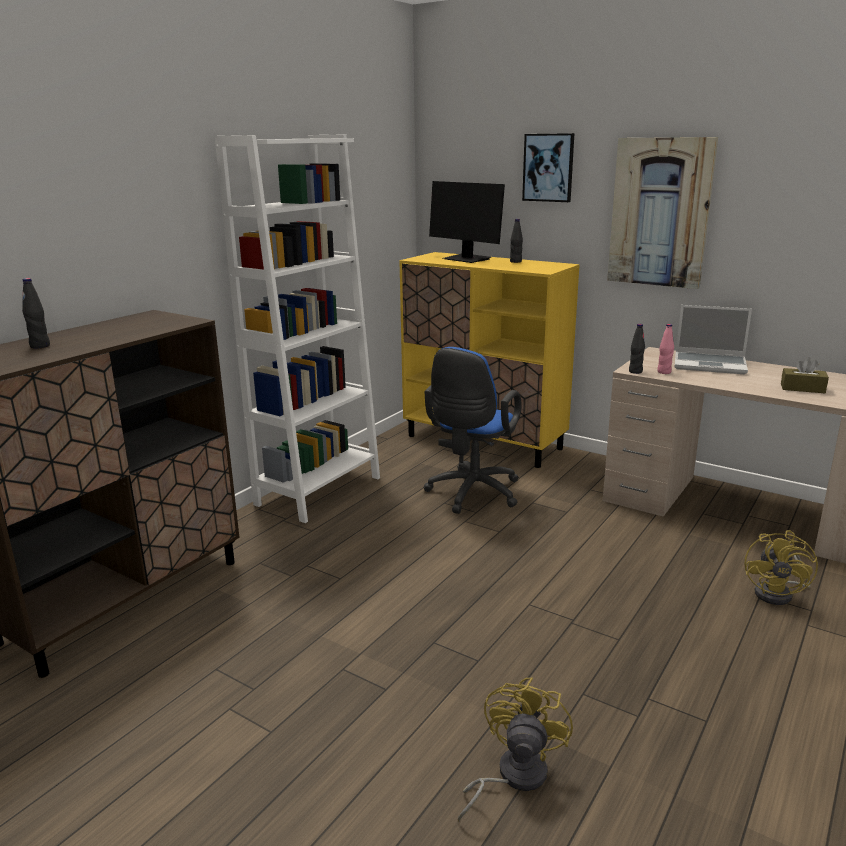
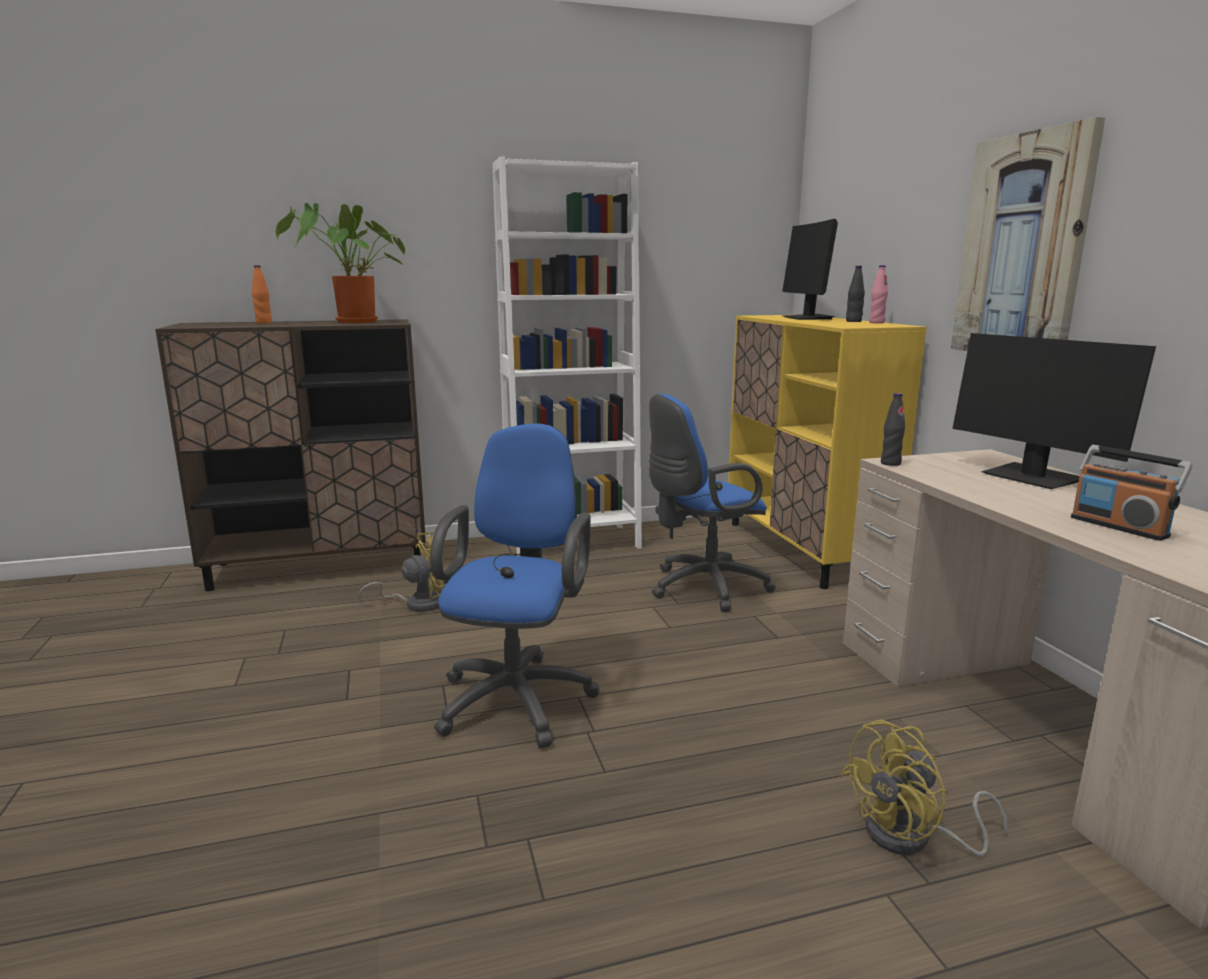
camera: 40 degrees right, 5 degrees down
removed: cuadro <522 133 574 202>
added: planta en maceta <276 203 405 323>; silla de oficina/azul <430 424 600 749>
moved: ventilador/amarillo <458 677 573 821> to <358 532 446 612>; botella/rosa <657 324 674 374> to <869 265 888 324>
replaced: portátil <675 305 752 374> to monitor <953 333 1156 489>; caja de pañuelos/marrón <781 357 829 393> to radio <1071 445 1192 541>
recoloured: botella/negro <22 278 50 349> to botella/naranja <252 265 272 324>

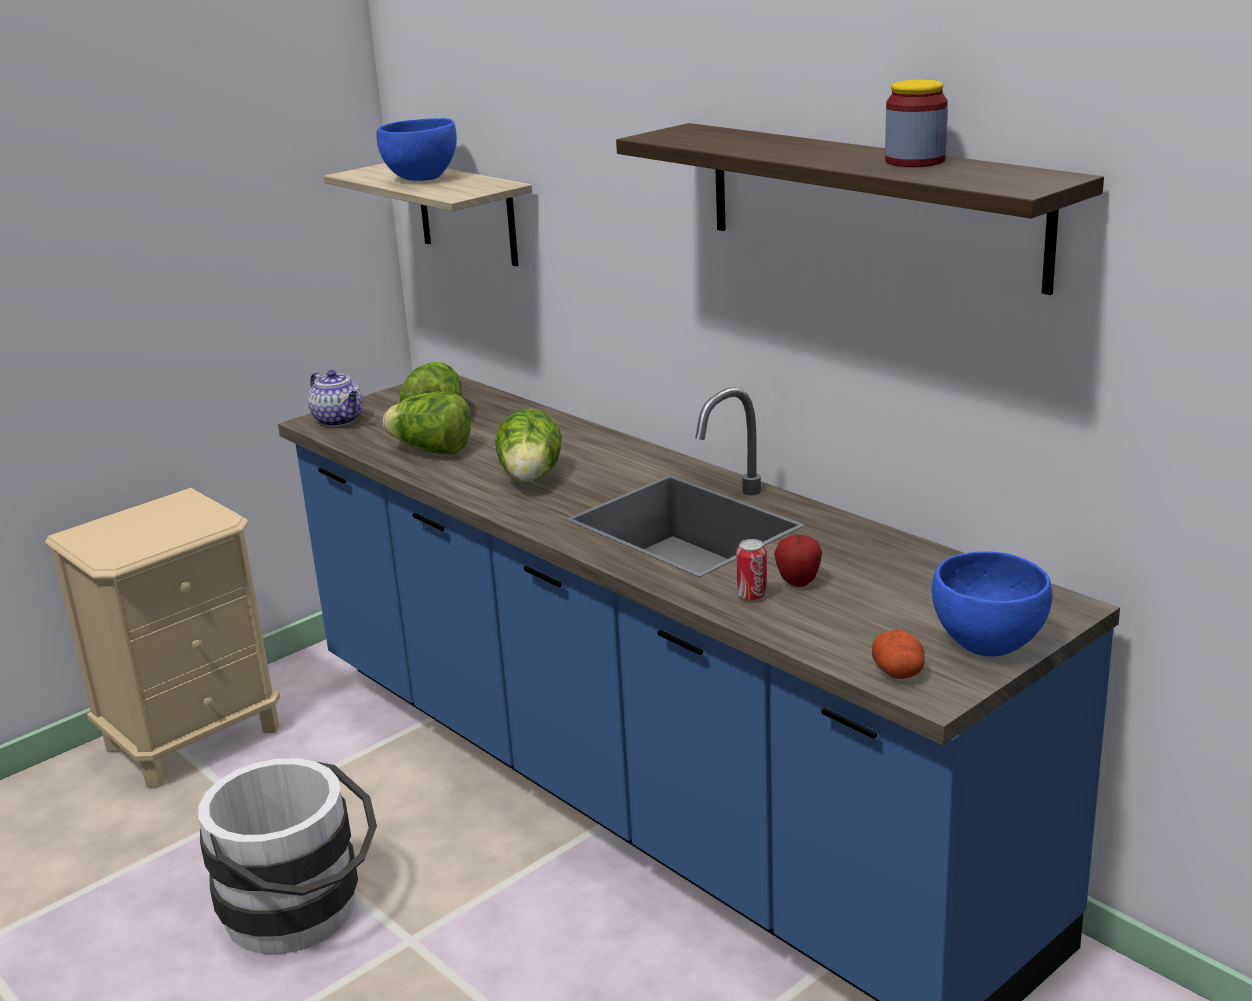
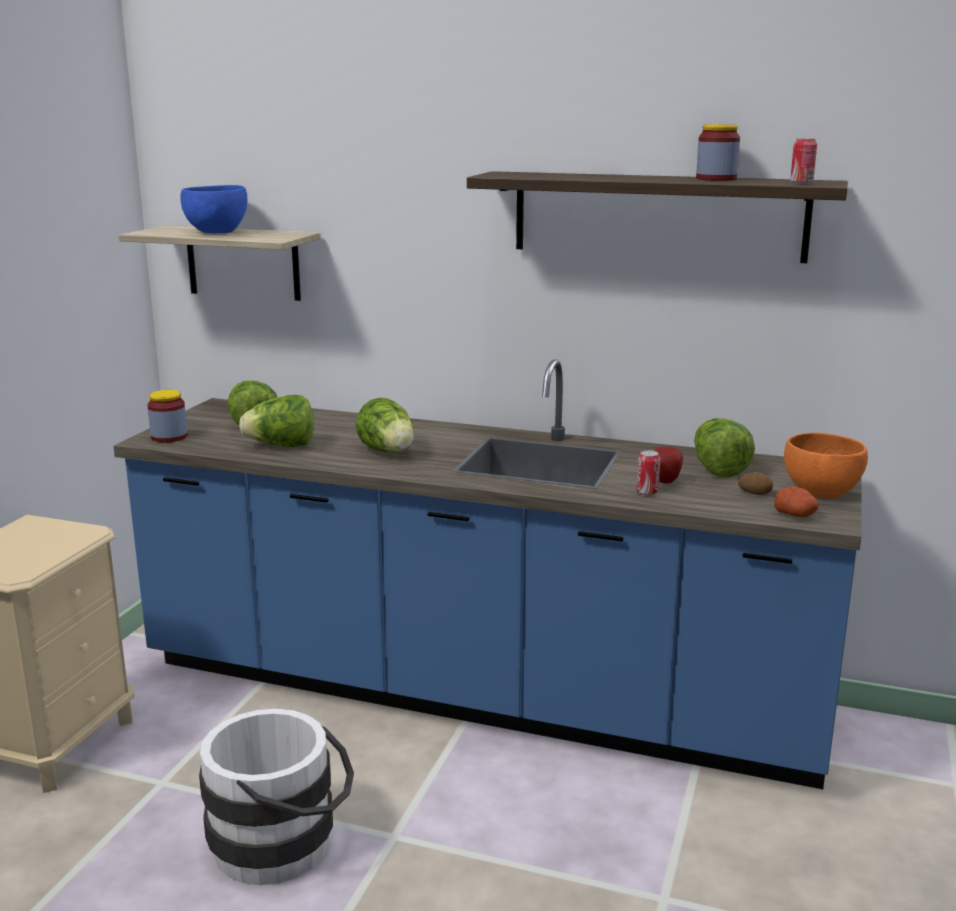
camera: 30 degrees left, 5 degrees down
added: lechuga <694 418 755 477>; patata <738 472 773 495>; lata <790 138 817 184>
replaced: tetera <308 370 363 427> to tarro <147 390 187 443>
recoloured: cuenco/azul <932 551 1052 657> to cuenco/naranja <784 433 868 499>

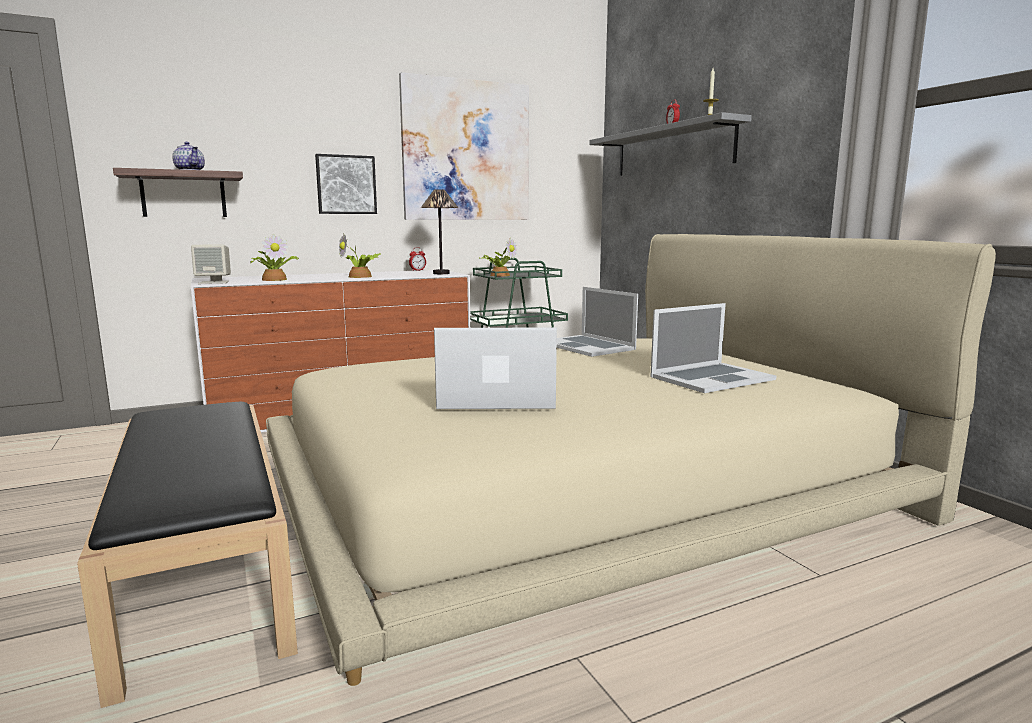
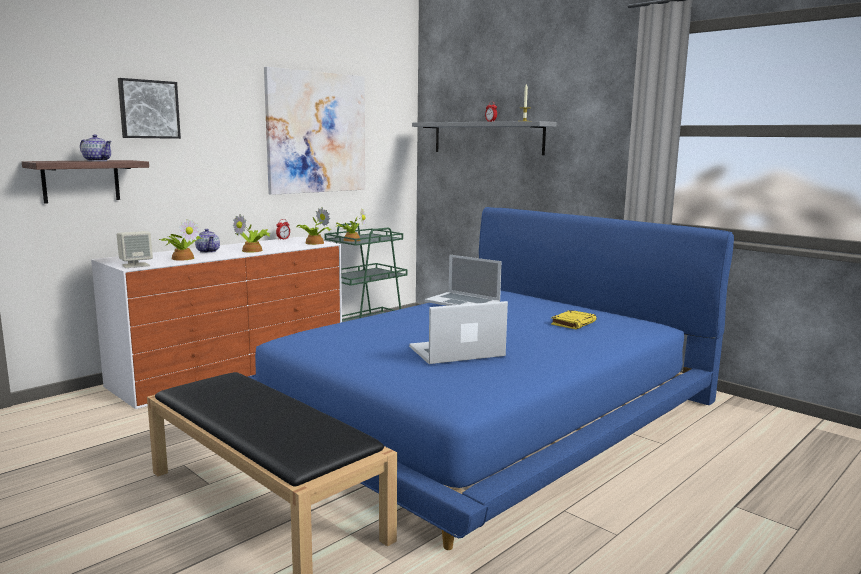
camera: 20 degrees left, 0 degrees up
added: tetera <195 229 220 253>
moved: cuadro <315 154 377 214> to <118 78 181 139>
replaced: lámpara de mesa <421 189 459 274> to planta en maceta <297 208 331 245>; portátil <650 303 776 393> to libro/amarillo <551 310 597 329>
recoloured: cama/beis <266 234 996 686> to cama/azul <248 207 734 550>

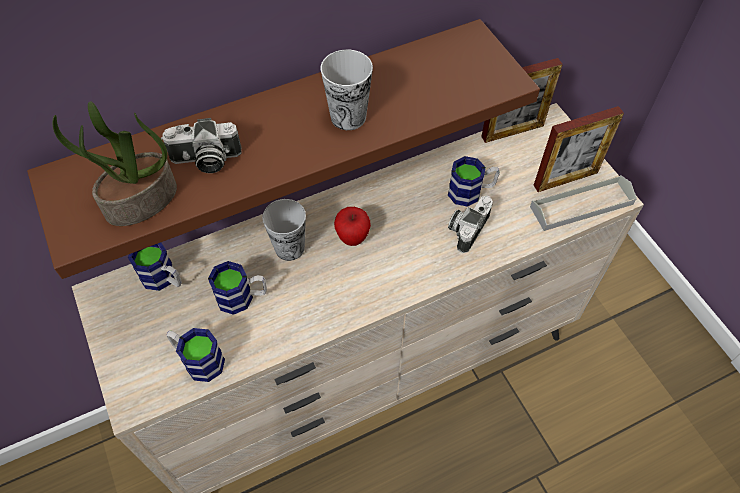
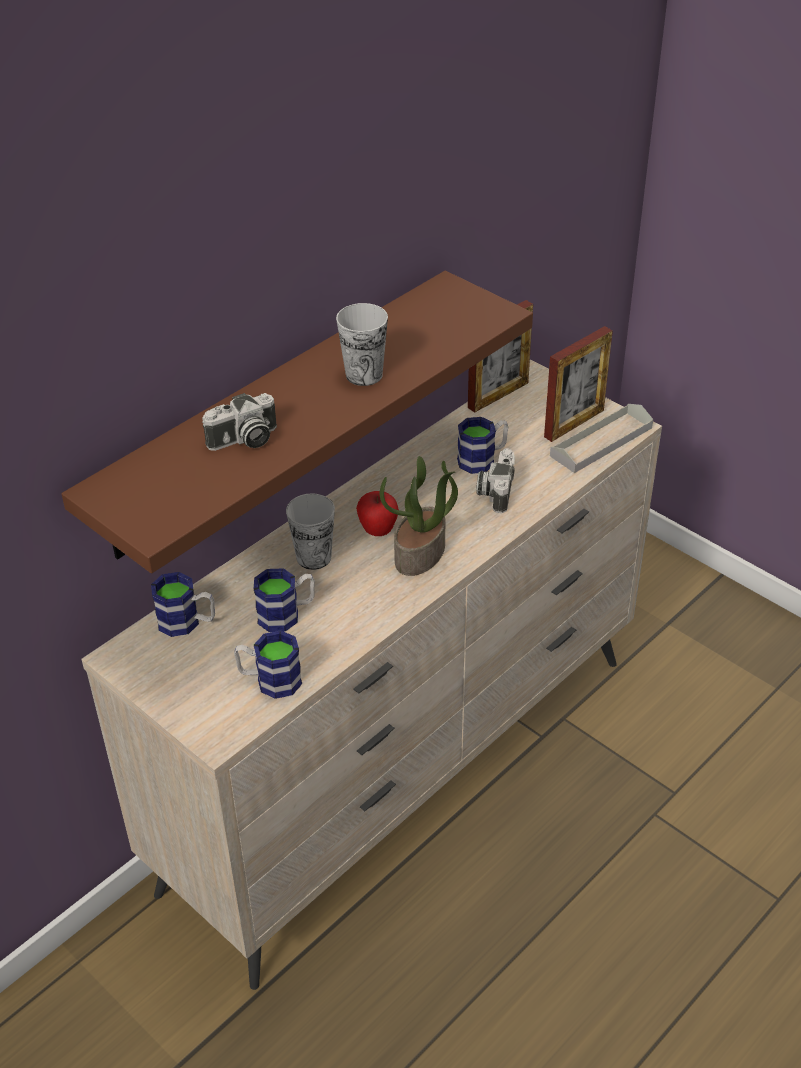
camera: 20 degrees left, 15 degrees down
moved: planta en maceta <53 101 177 226> to <380 456 458 576>

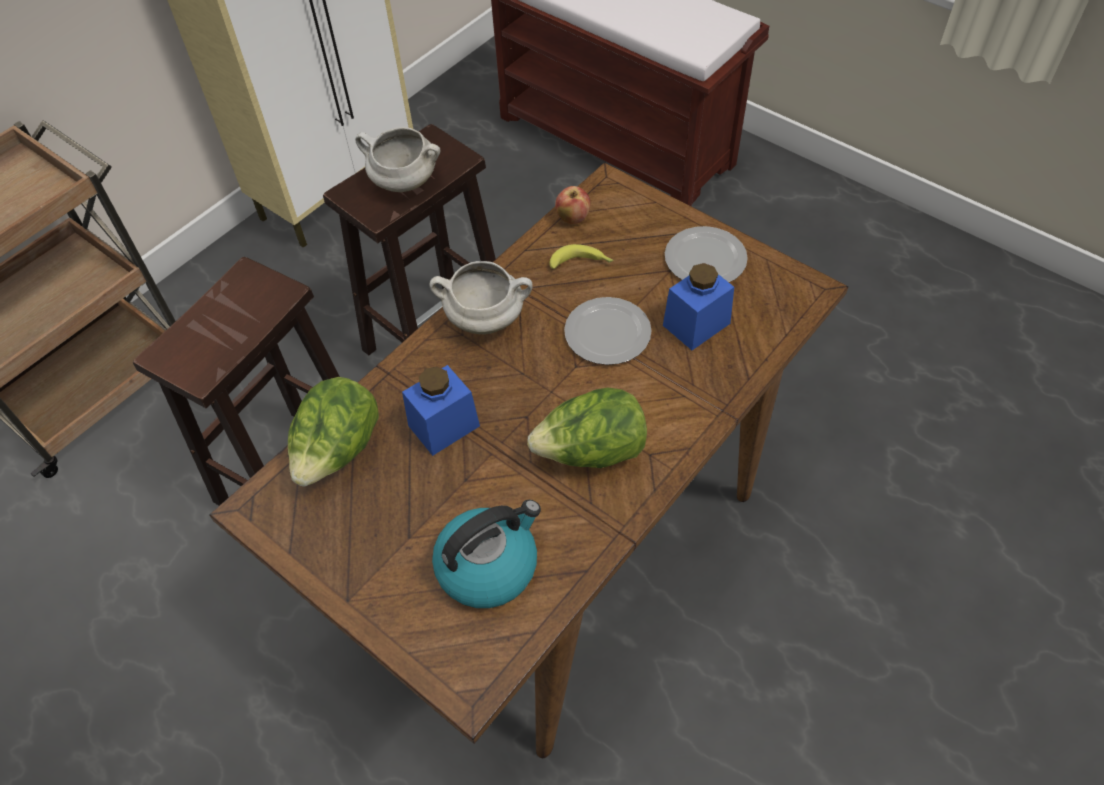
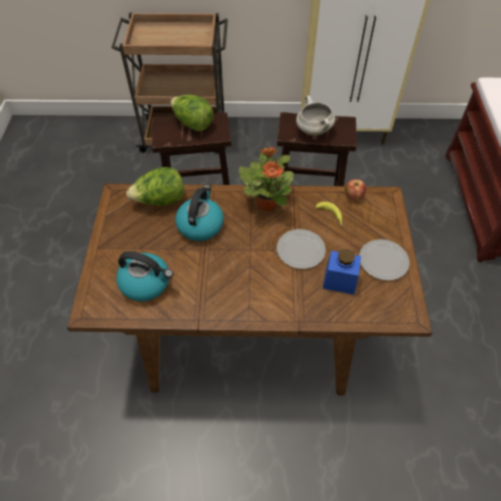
camera: 50 degrees right, 0 degrees up
moved: lechuga <527 388 647 468> to <170 95 213 131>
replaced: tarro/azul <402 365 480 456> to hervidor <175 185 224 241>; olla/blanco <429 261 533 334> to planta en maceta <239 147 294 211>

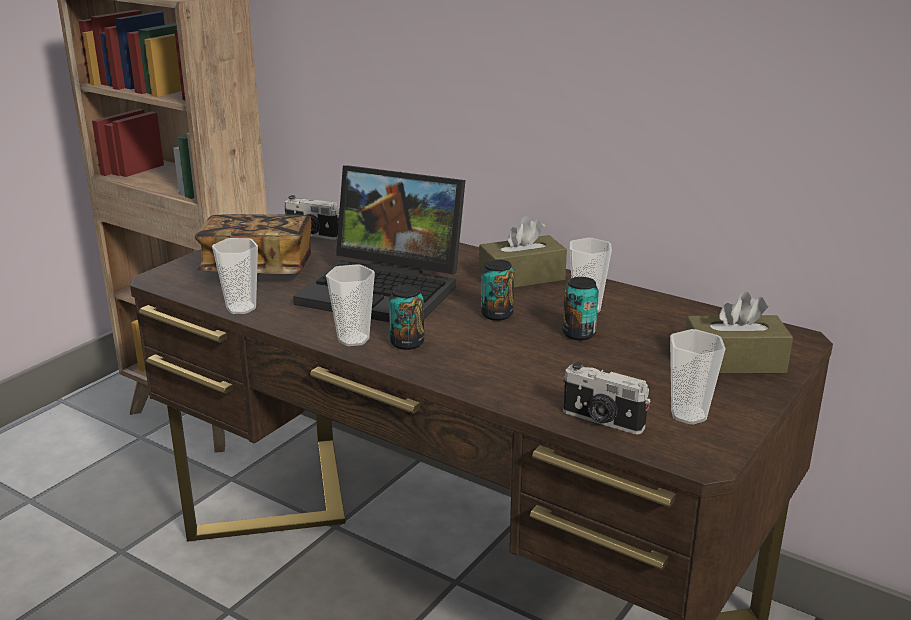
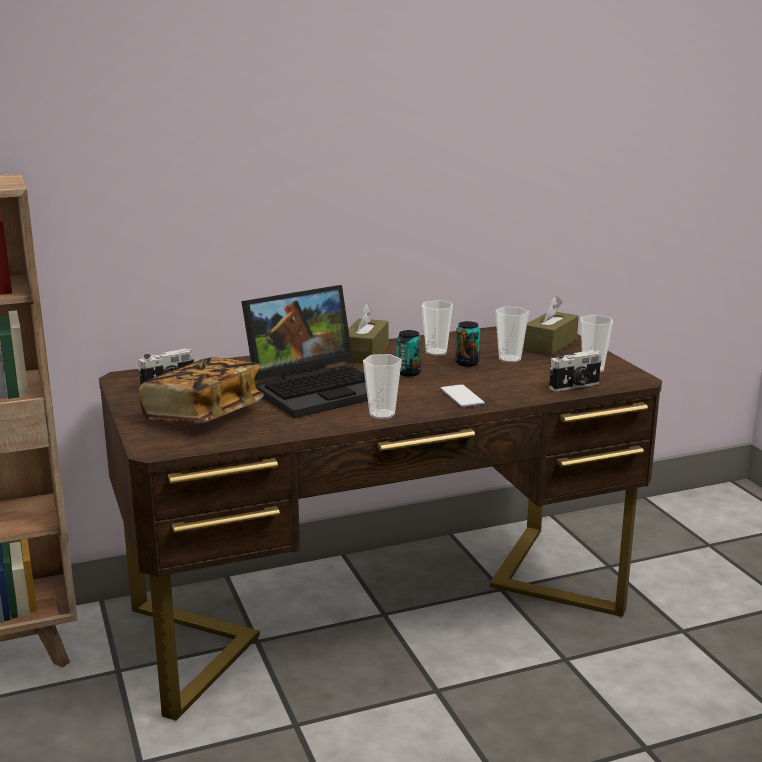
camera: 55 degrees left, 5 degrees down
removed: lata <389 285 424 350>
added: móvil <440 384 485 407>
moved: taza <212 238 258 314> to <495 306 529 363>

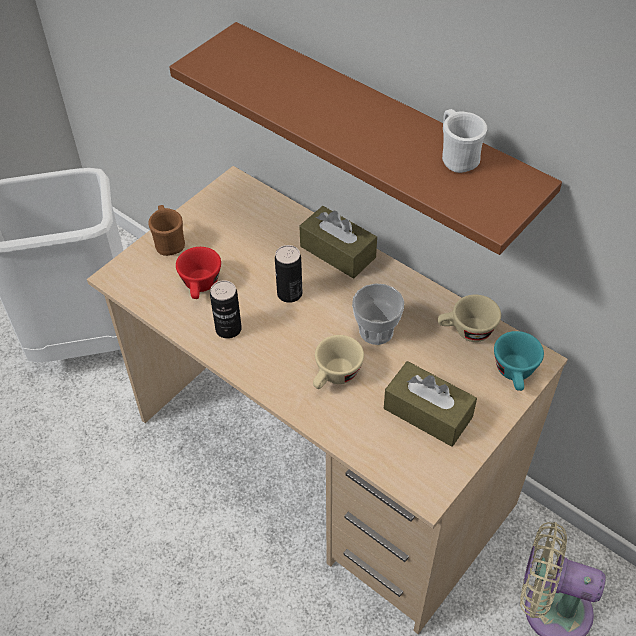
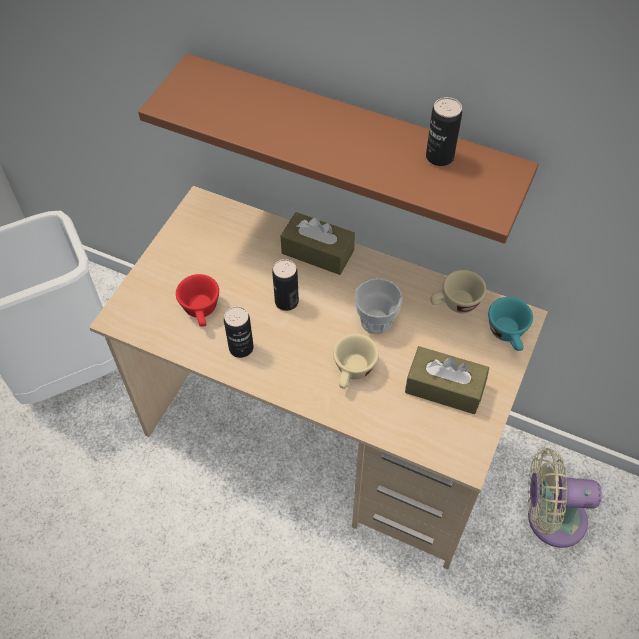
camera: 15 degrees left, 5 degrees up
removed: taza grande/marrón <148 205 185 256>
replaced: taza grande/blanco <442 109 487 173> to lata <426 97 462 166>

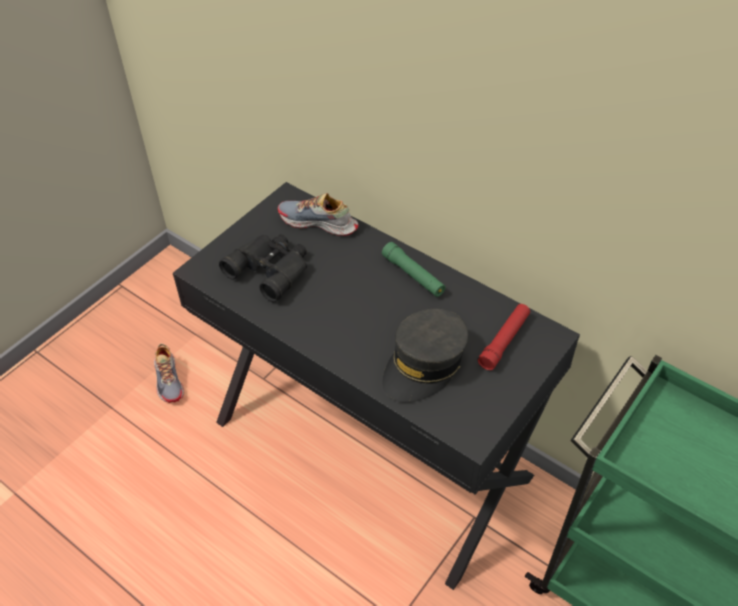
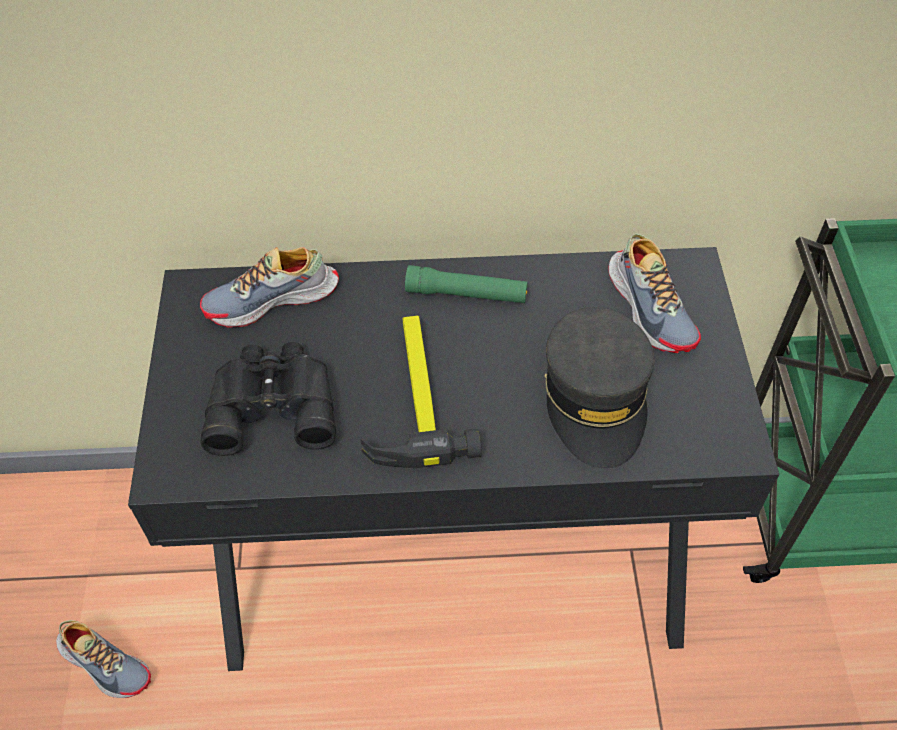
camera: 40 degrees left, 5 degrees up
added: martillo <360 316 482 468>
replaced: linterna/rojo <477 304 530 371> to zapato <608 234 701 353>

